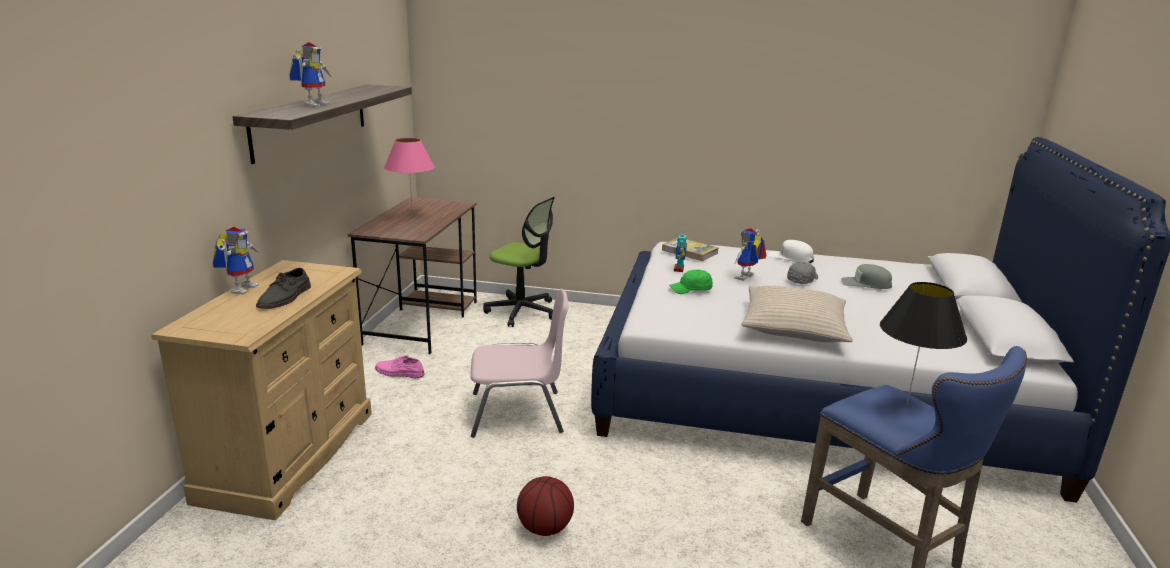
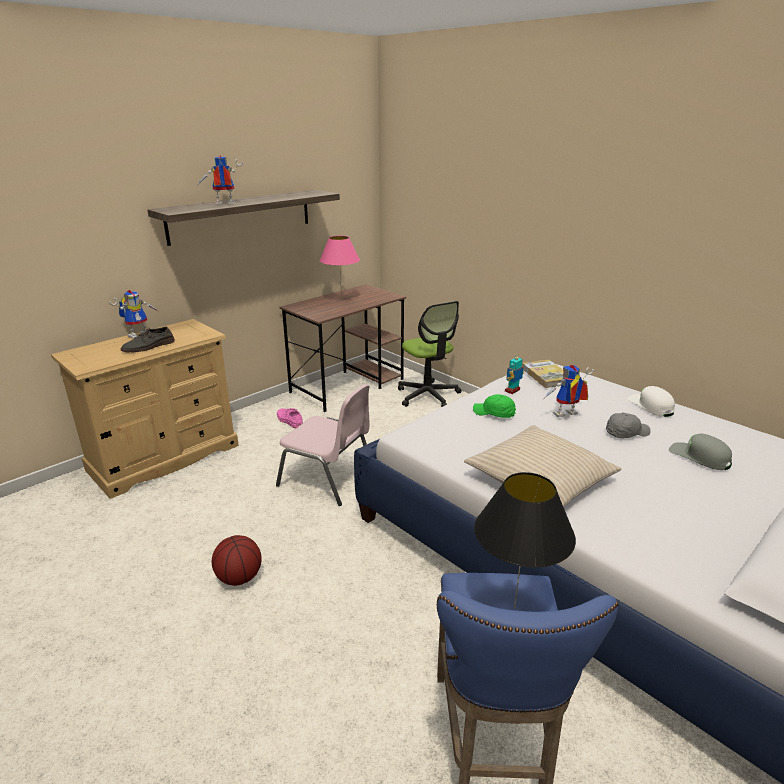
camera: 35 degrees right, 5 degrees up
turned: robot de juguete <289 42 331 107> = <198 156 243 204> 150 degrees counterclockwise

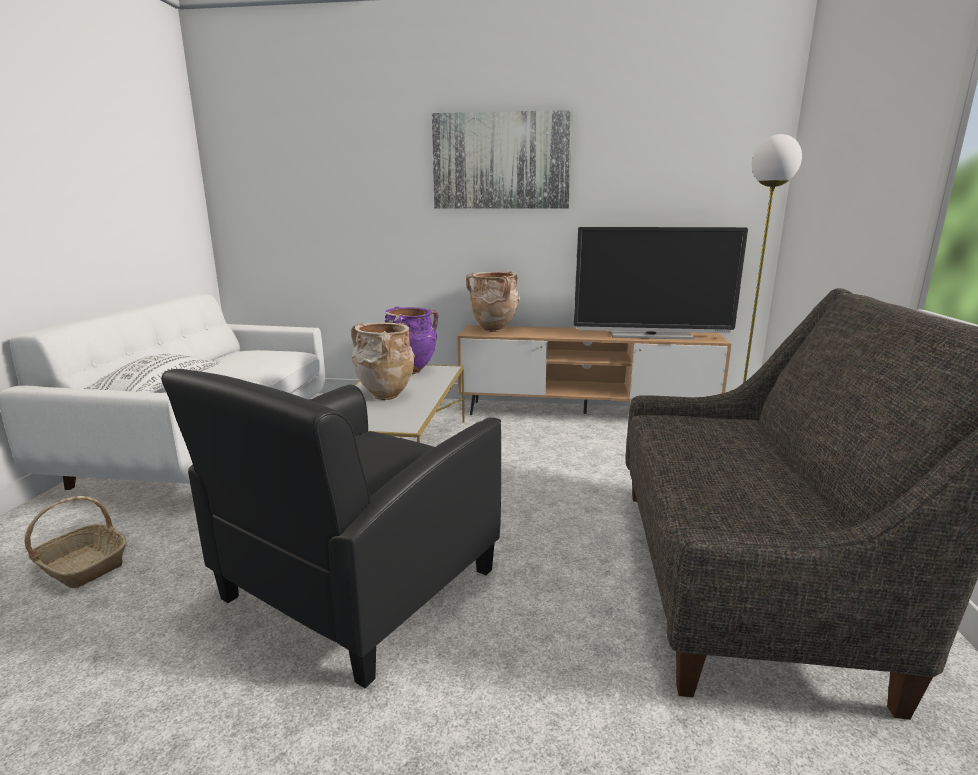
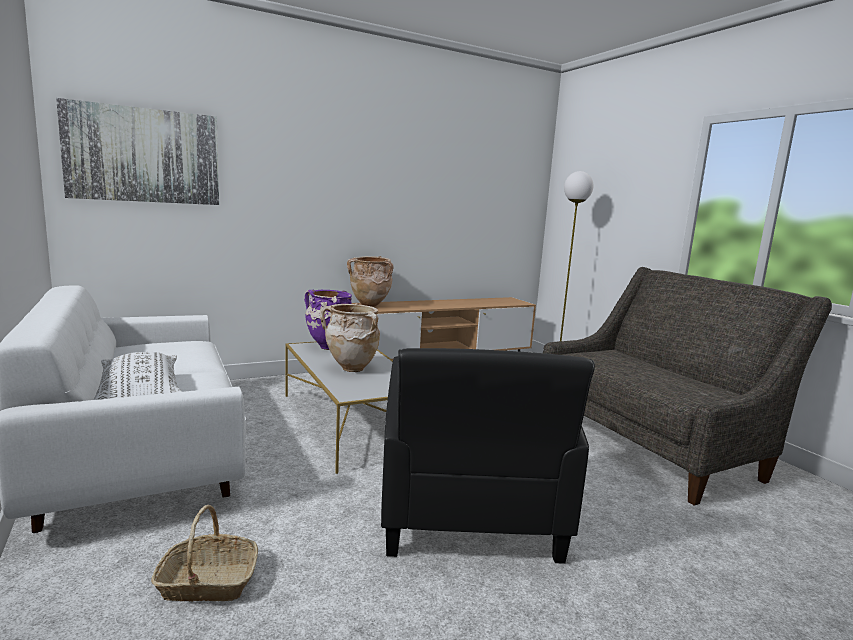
camera: 35 degrees left, 5 degrees down
removed: televisor <574 227 748 340>
moved: cuadro <432 110 573 208> to <56 98 219 205>

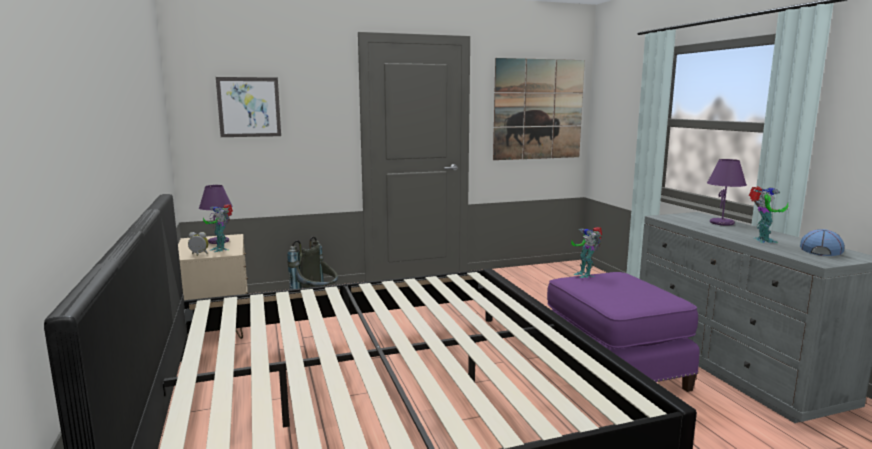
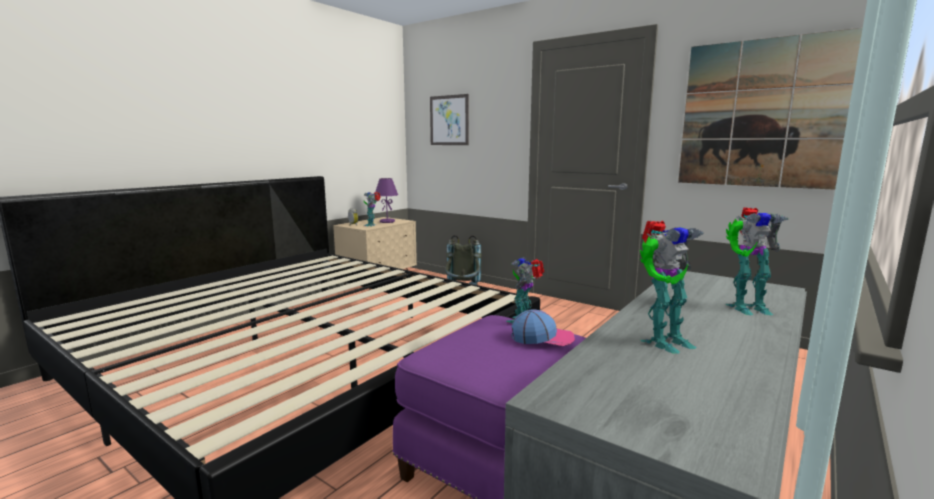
camera: 55 degrees right, 0 degrees up
moved: gorra <800 229 845 256> to <511 309 575 346>
replaced: lámpara de mesa/morado <707 159 747 226> to robot de juguete <726 207 789 315>

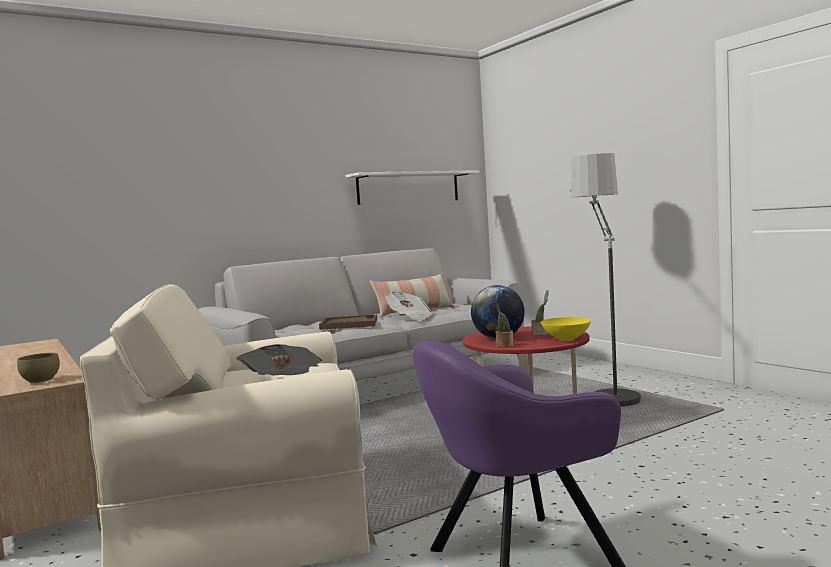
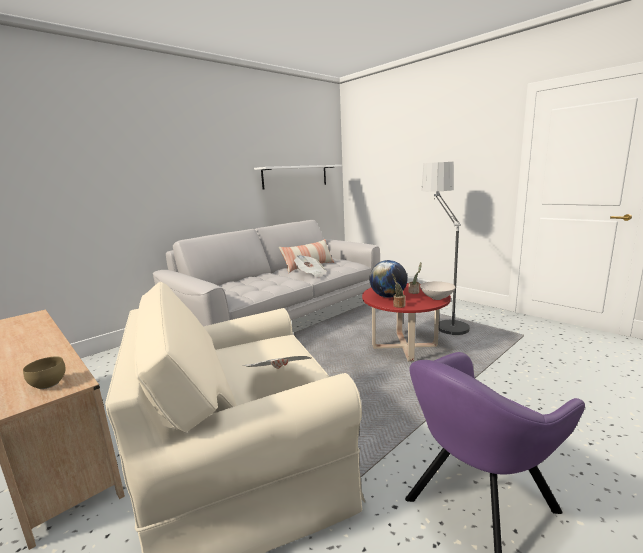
camera: 10 degrees left, 10 degrees up
removed: bandeja/marrón <319 315 377 330>
recoloured: cuenco/amarillo <541 317 591 341> to cuenco/blanco <420 281 456 300>

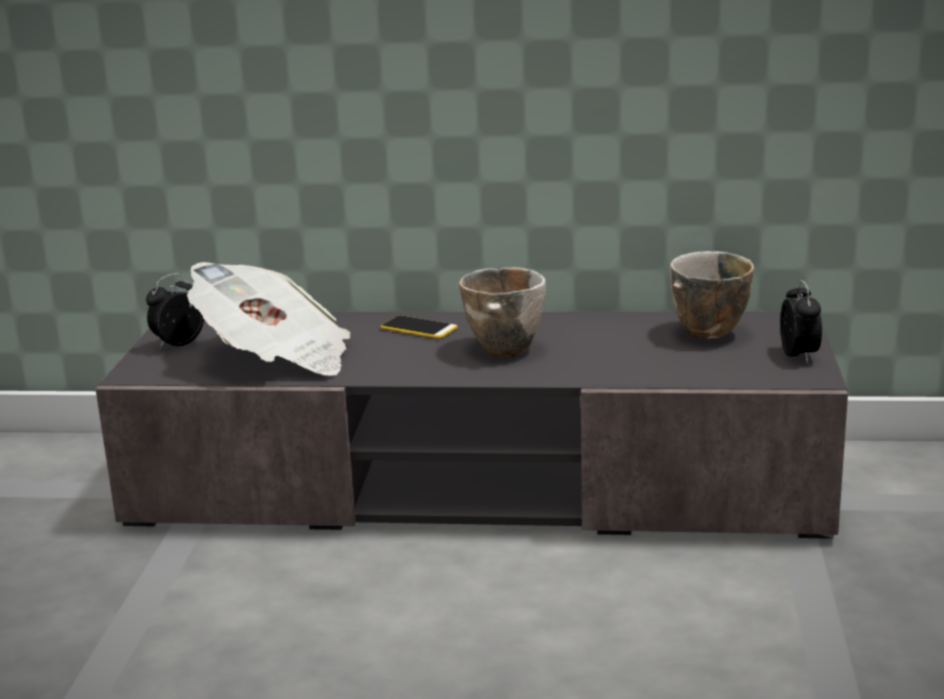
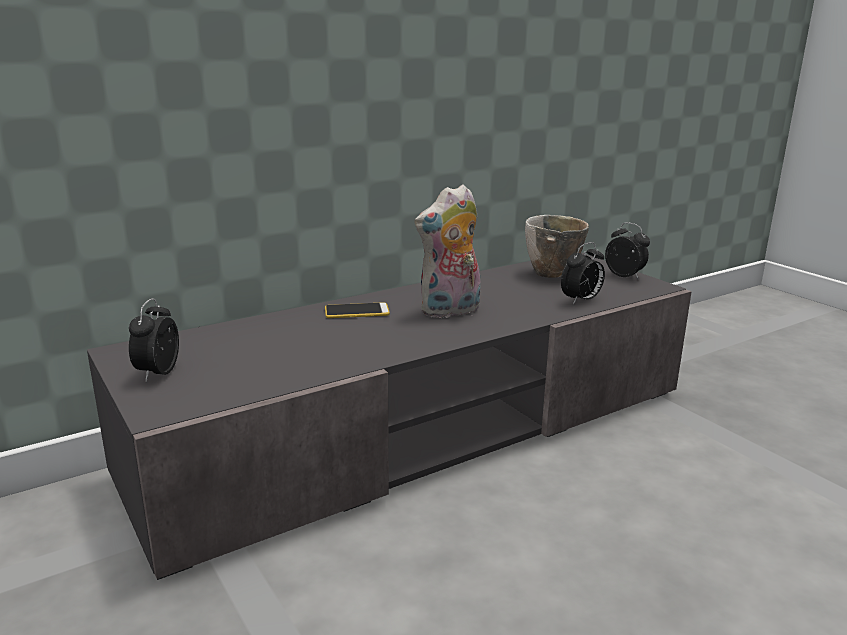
camera: 40 degrees left, 0 degrees up
removed: periódico <187 262 350 376>
added: despertador <561 242 605 305>
replaced: cuenco <459 267 546 357> to peluche <415 184 480 319>

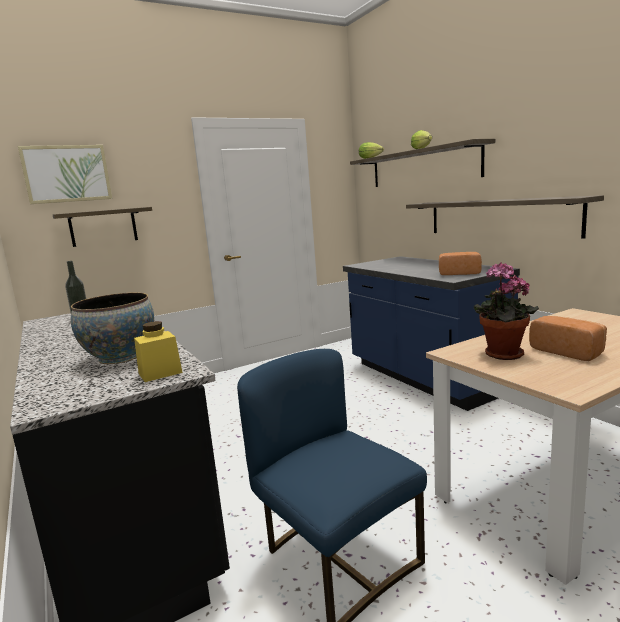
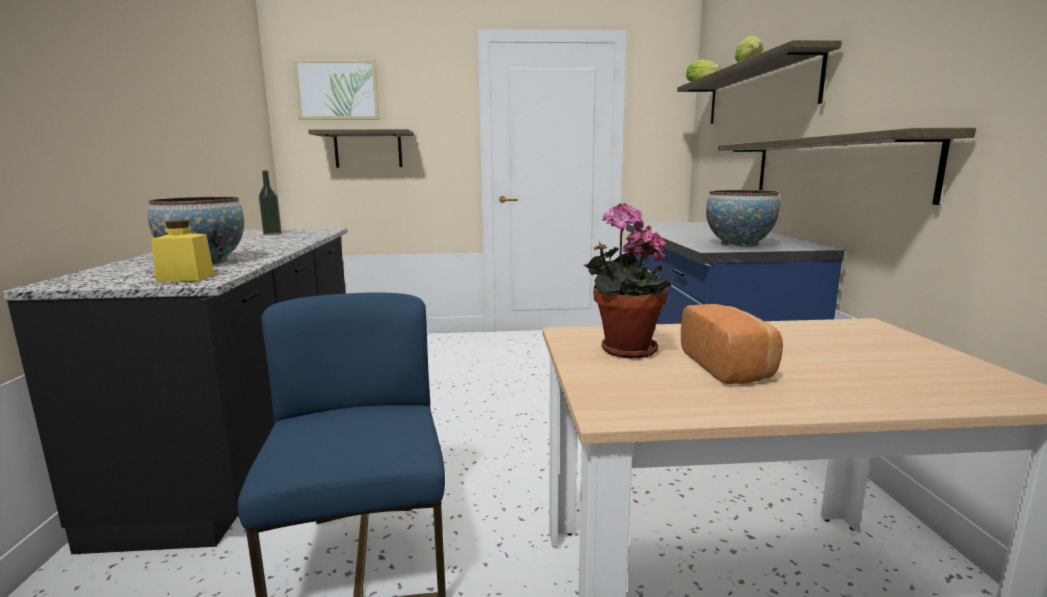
camera: 25 degrees right, 0 degrees up
replaced: pan <439 252 482 275> to cuenco <706 190 780 247>

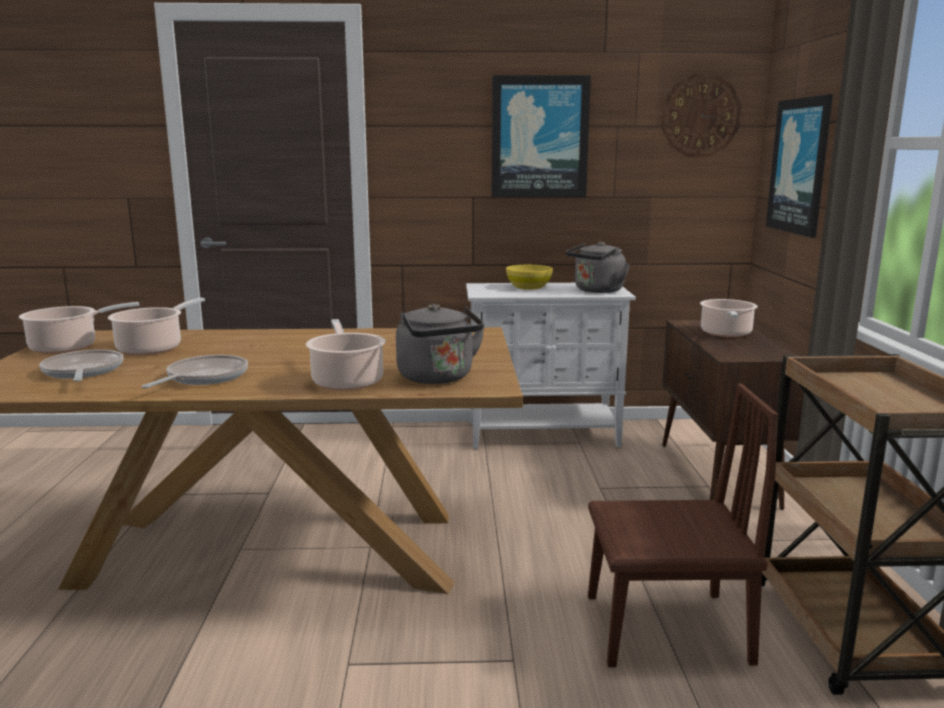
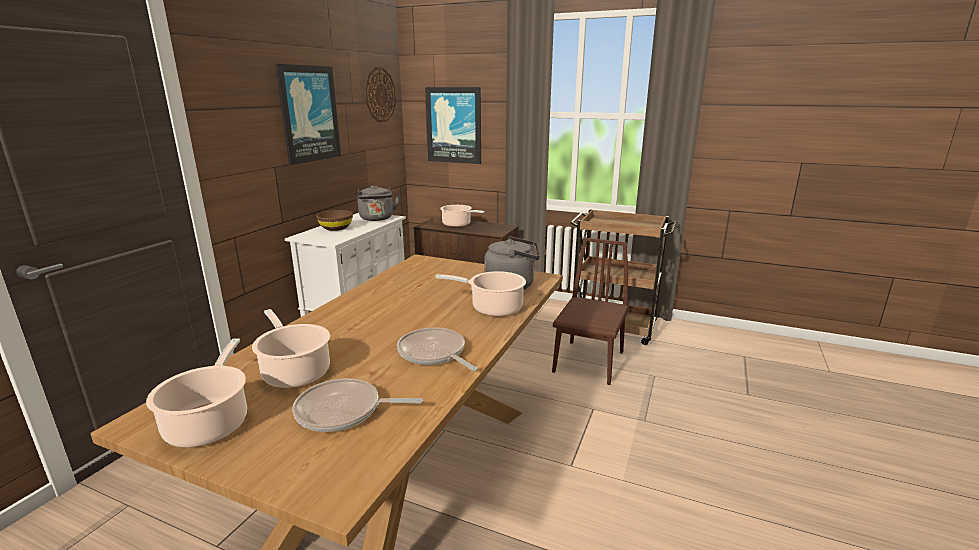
camera: 65 degrees left, 5 degrees up
recoloured: cuenco/amarillo <506 265 553 290> to cuenco/marrón <316 210 353 231>

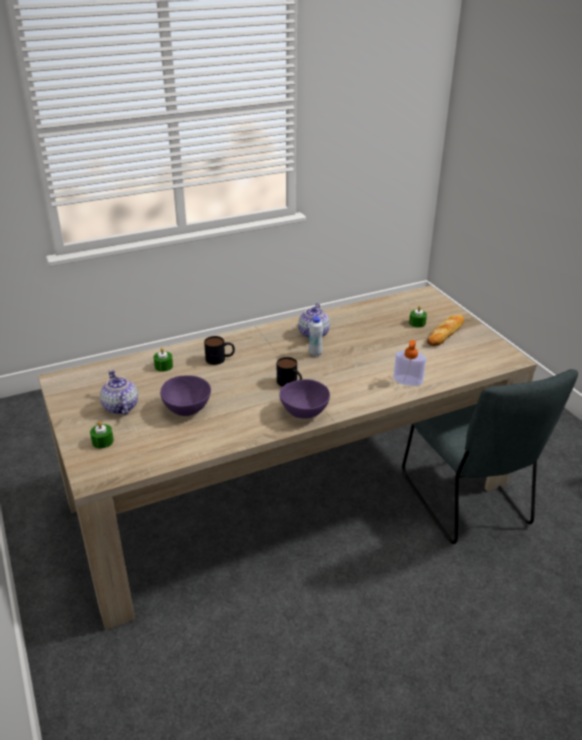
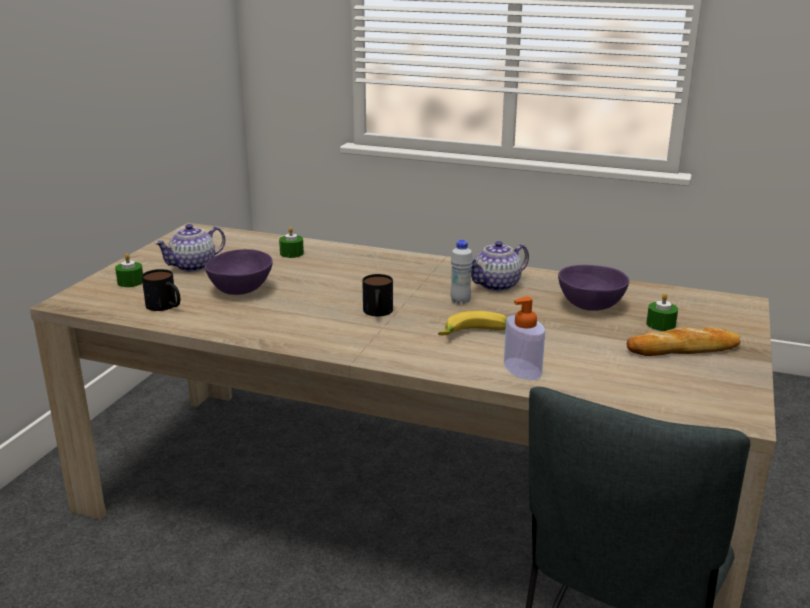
camera: 45 degrees right, 10 degrees down
added: plátano <438 311 507 335>
moved: taza grande <204 336 235 365> to <142 269 180 311>; cuenco/morado <279 379 330 419> to <558 265 630 311>
turned: tetera <100 370 138 415> = <154 224 226 272> 150 degrees counterclockwise

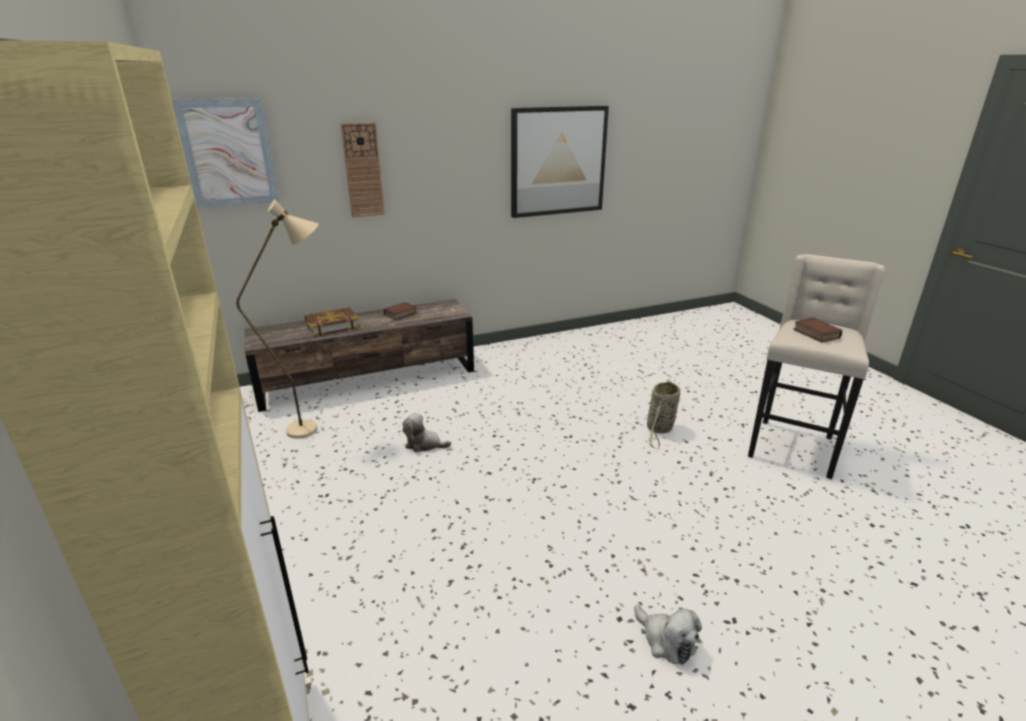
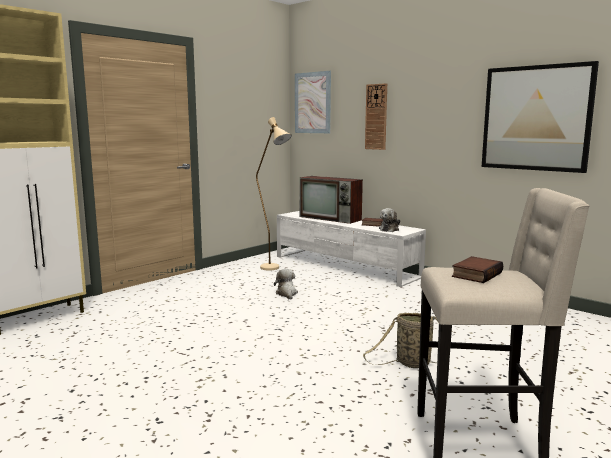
camera: 65 degrees right, 15 degrees down
moved: peluche <634 605 702 665> to <379 208 400 232>
replaced: libro <304 307 360 336> to televisor <300 176 363 224>
recoloured: mueble de televisión/marrón <244 299 474 412> to mueble de televisión/blanco <277 211 426 287>

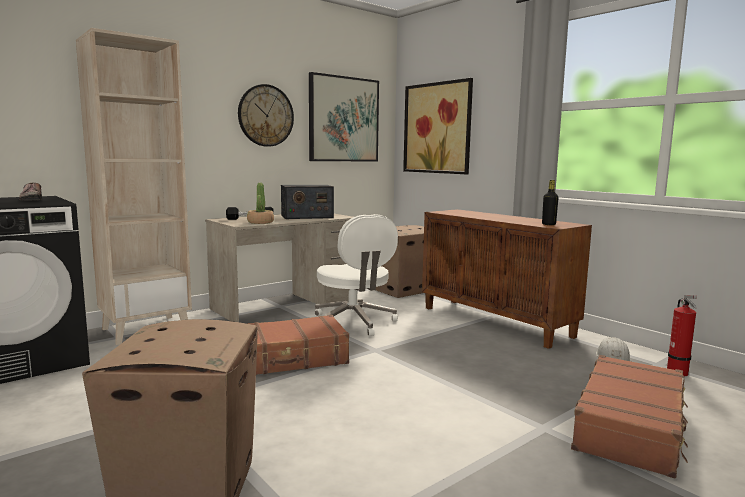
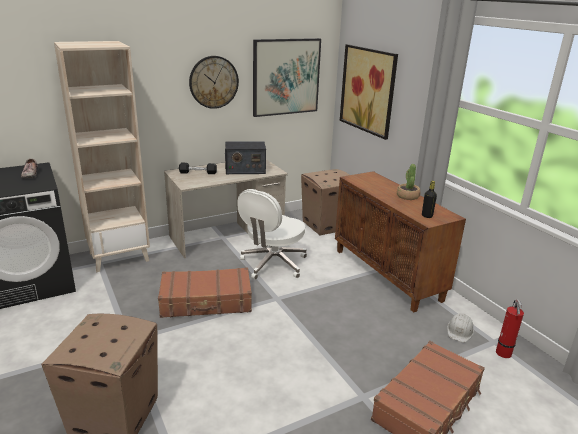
camera: 10 degrees right, 15 degrees up
moved: planta en maceta <247 183 274 224> to <397 164 420 200>
turned: silla de oficina/blanco <314 214 398 336> = <237 189 307 279> 45 degrees clockwise

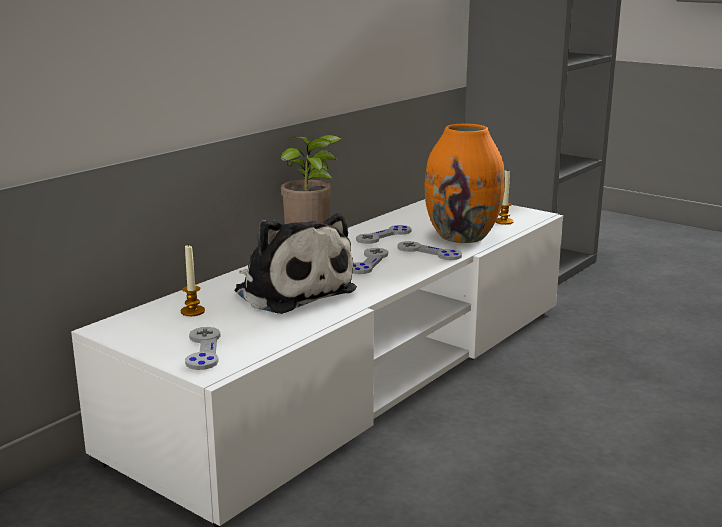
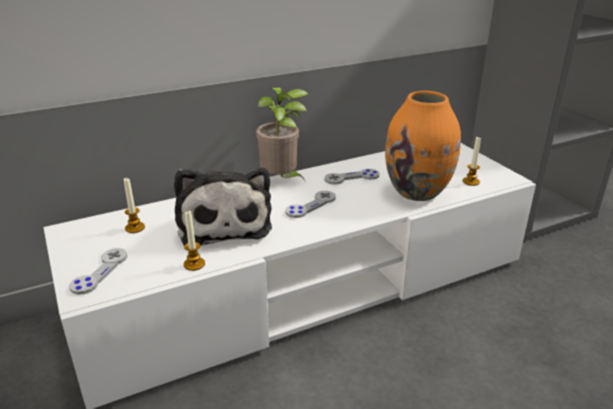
camera: 25 degrees right, 10 degrees up
removed: mando de consola/gris <397 241 462 260>
added: vela <184 211 205 271>

